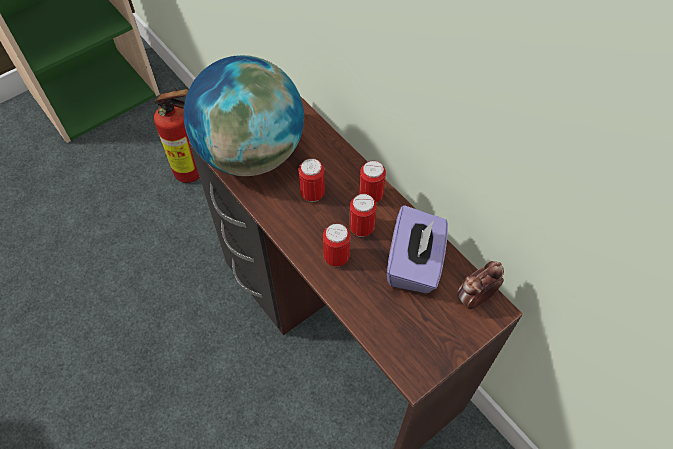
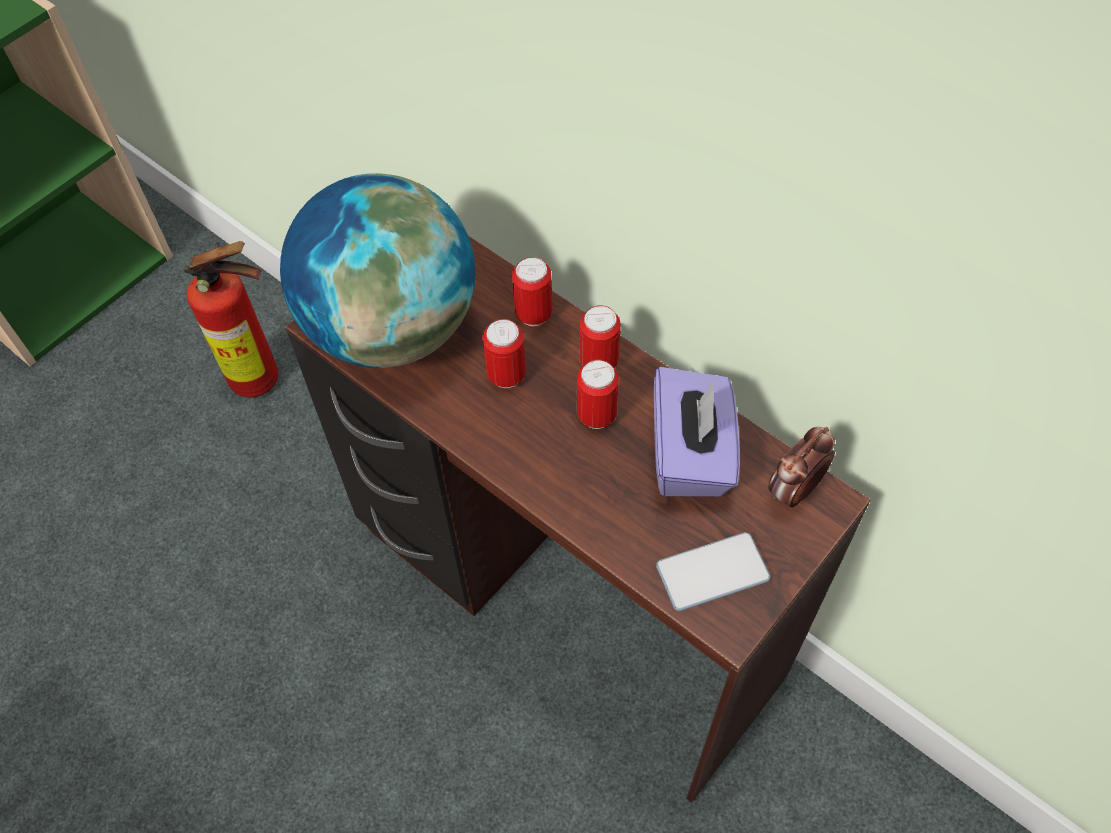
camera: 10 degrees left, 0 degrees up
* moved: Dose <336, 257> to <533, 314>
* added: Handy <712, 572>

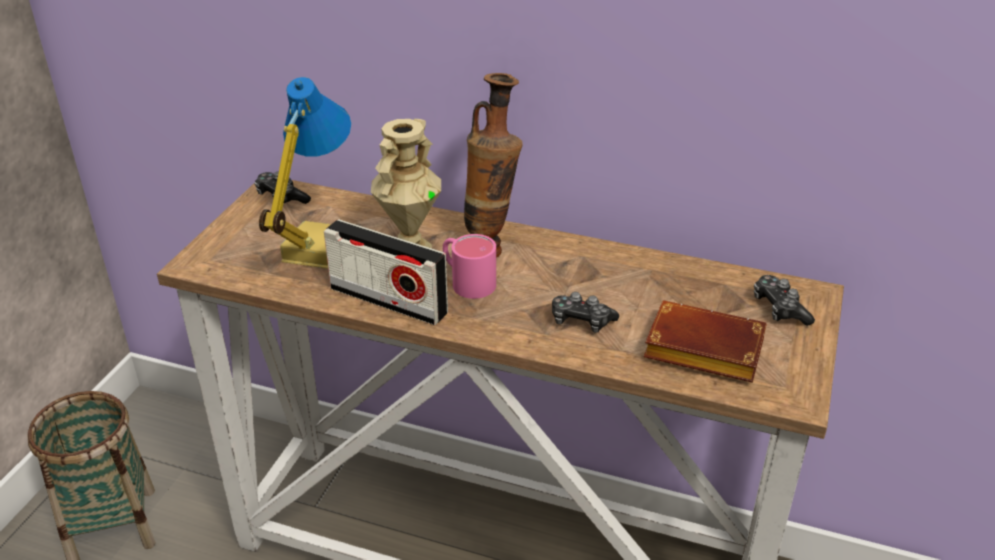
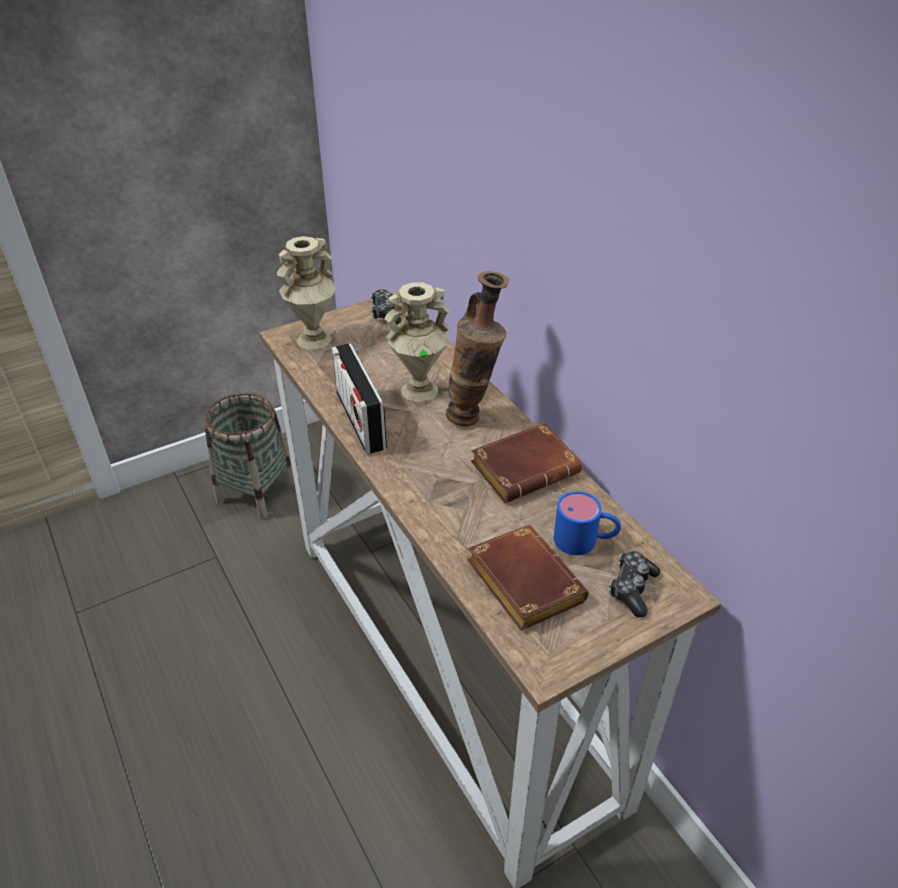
camera: 40 degrees right, 5 degrees up
* removed: Tischlampe <317, 249>
* removed: Henkelbecher/rosa <466, 281>
* removed: Gamepad <581, 321>
* added: Vase/beige <314, 340>
* added: Buch/braun <525, 467>
* added: Henkelbecher/blau <585, 540>

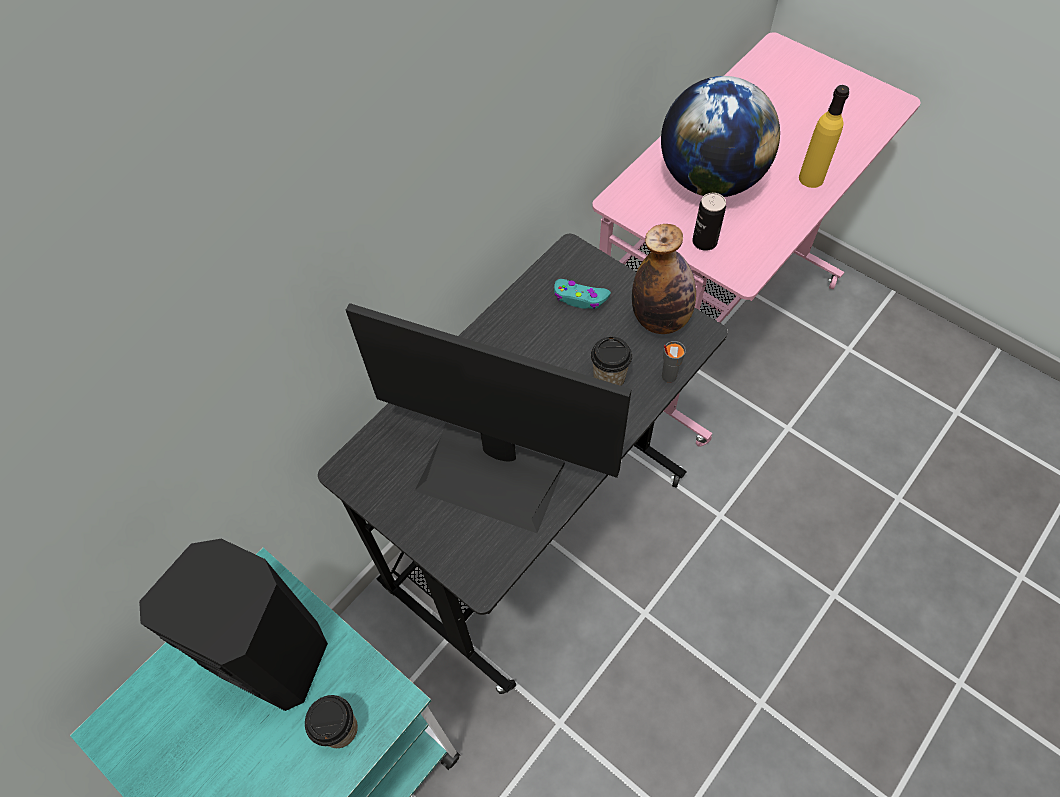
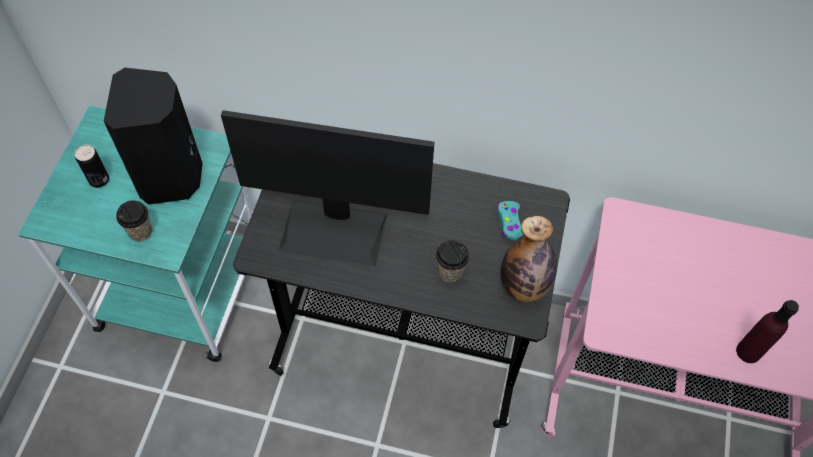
camera: 60 degrees right, 0 degrees up
* removed: Globus <710, 180>
* recoloured: Flasche/gelb <811, 178> to Flasche/lila <748, 351>
* moved: Dose <704, 242> to <99, 179>
* turned: Monitor <492, 474> = <334, 230> 75 degrees counterclockwise
* removed: Tasse/grau <668, 376>

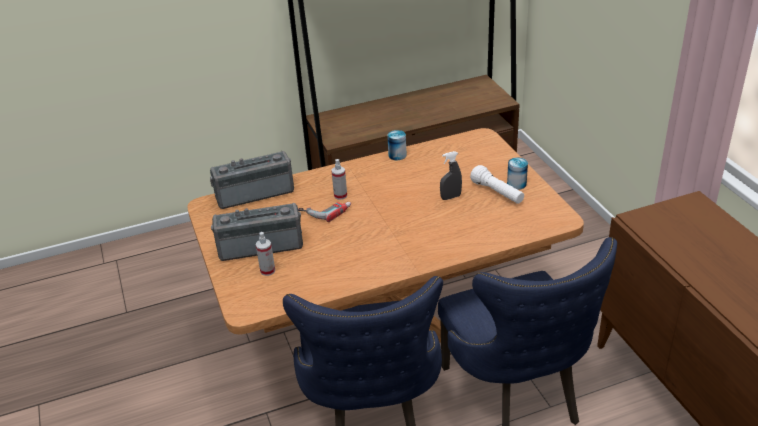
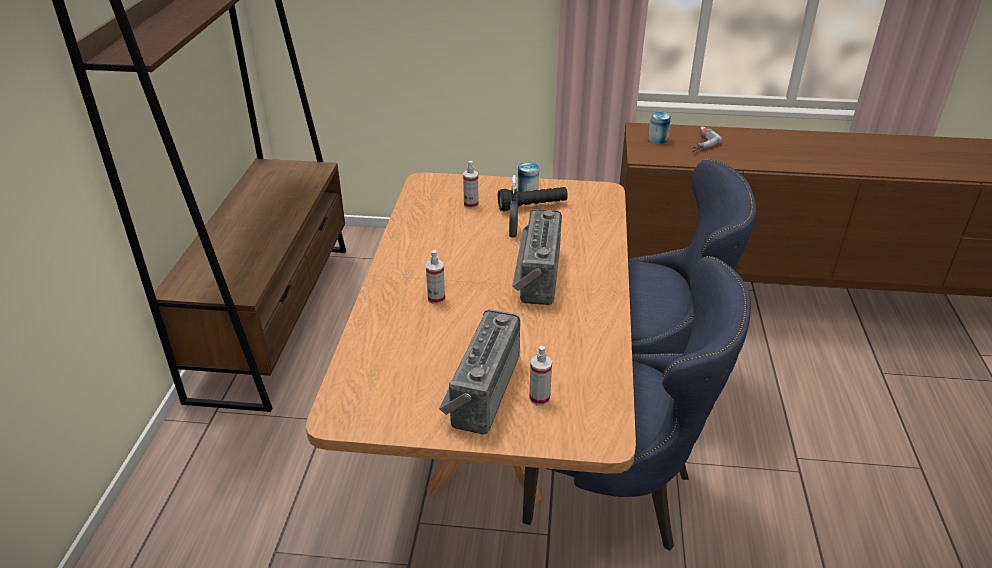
camera: 65 degrees left, 0 degrees up
* moved: Dose <397, 155> to <657, 139>
* moved: Radio <254, 193> to <534, 275>
* recoloured: Taschenlampe/weiß <497, 193> to Taschenlampe/schwarz <532, 206>
* moved: Bohrmaschine <323, 210> to <697, 142>
* added: Sprühflasche <471, 204>

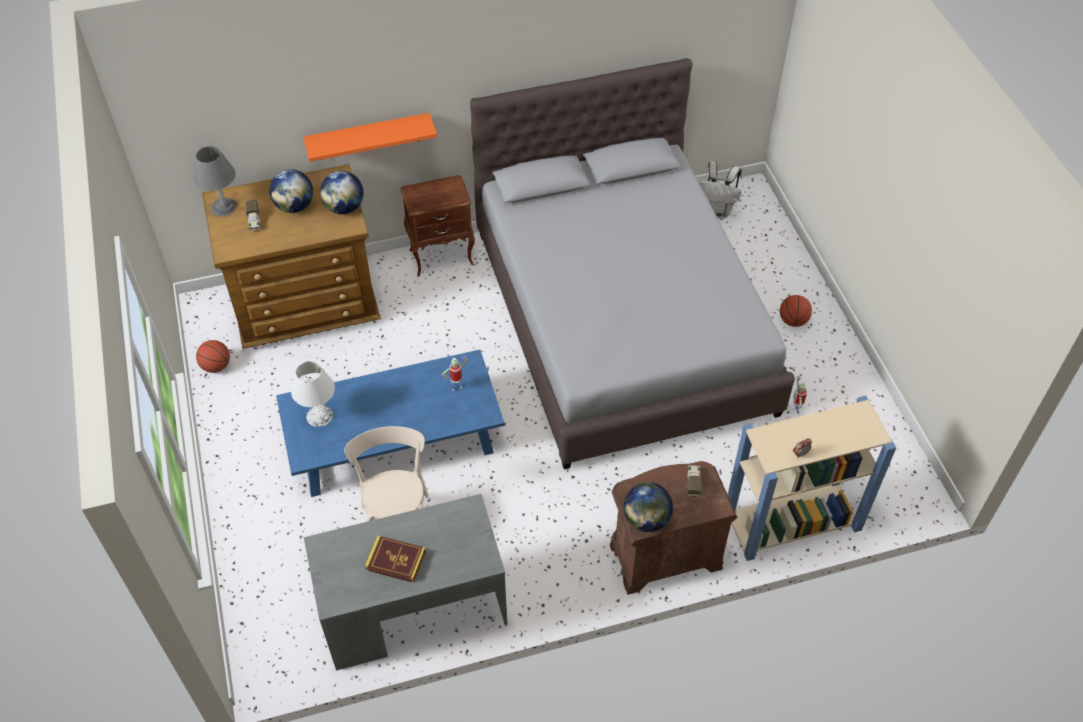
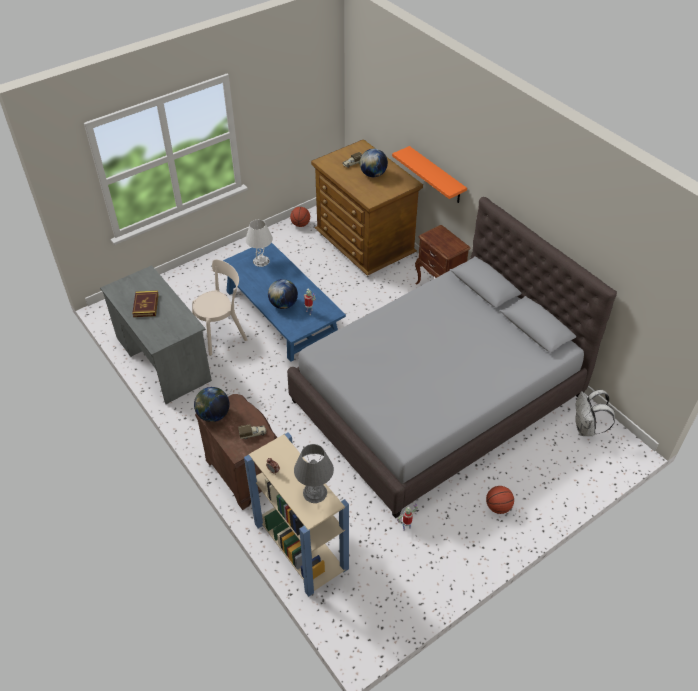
camera: 70 degrees right, 5 degrees down
* moved: Tischlampe/grau <223, 207> to <315, 492>
* moved: Globus <344, 208> to <283, 304>

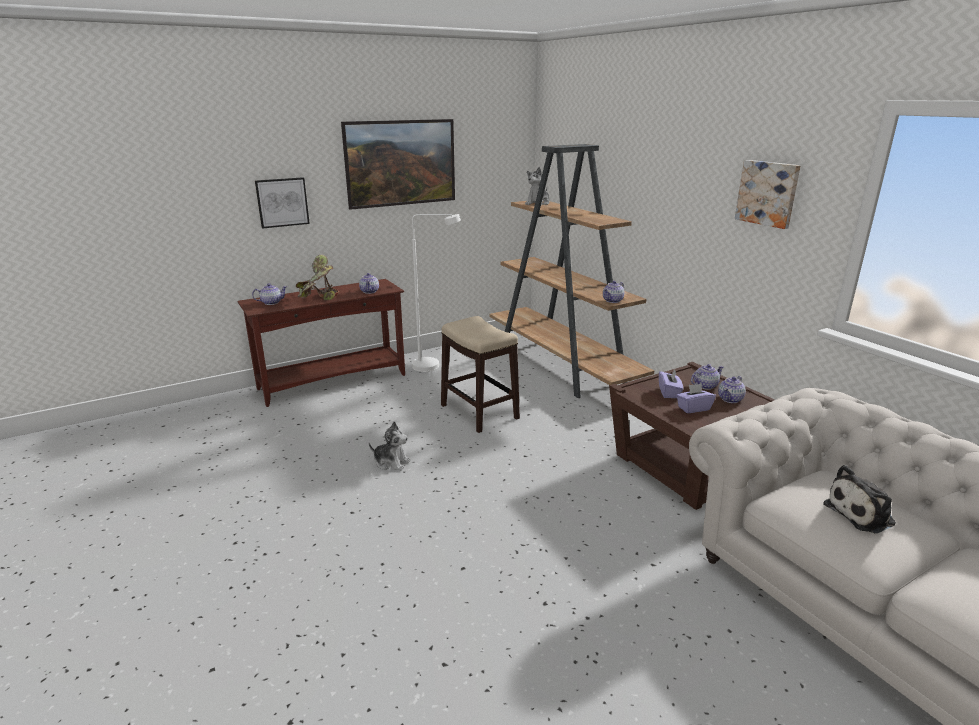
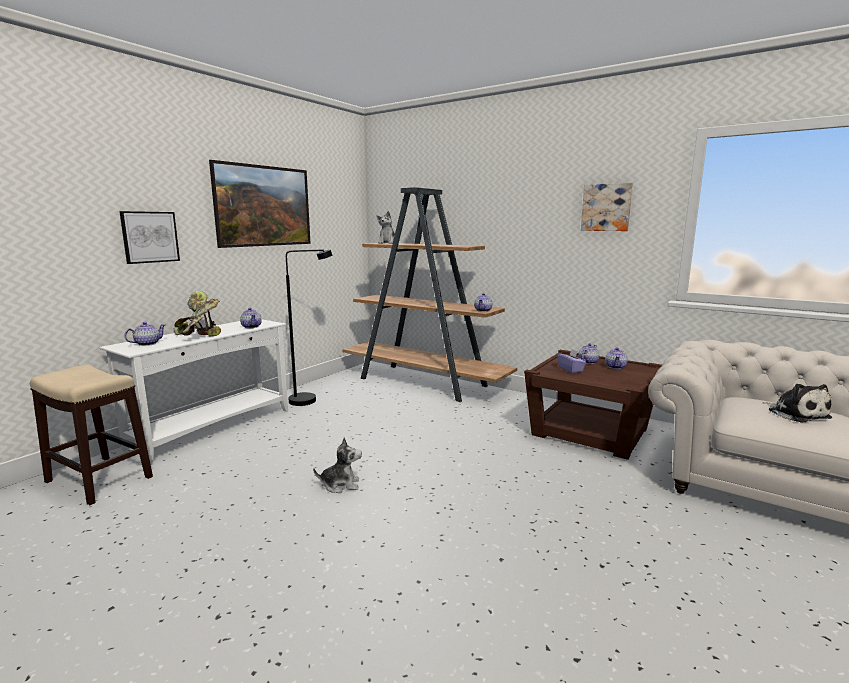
camera: 25 degrees left, 10 degrees down
* recoloured: Stehlampe/weiß <433, 366> to Stehlampe/schwarz <310, 399>
* recoloured: Konsolentisch/braun <333, 381> to Konsolentisch/weiß <213, 428>
* moved: Hocker <479, 412> to <99, 479>
* removed: Taschentuchbox/lila <693, 408>
* turned: Plüschtier <862, 514> = <796, 414> 60 degrees counterclockwise

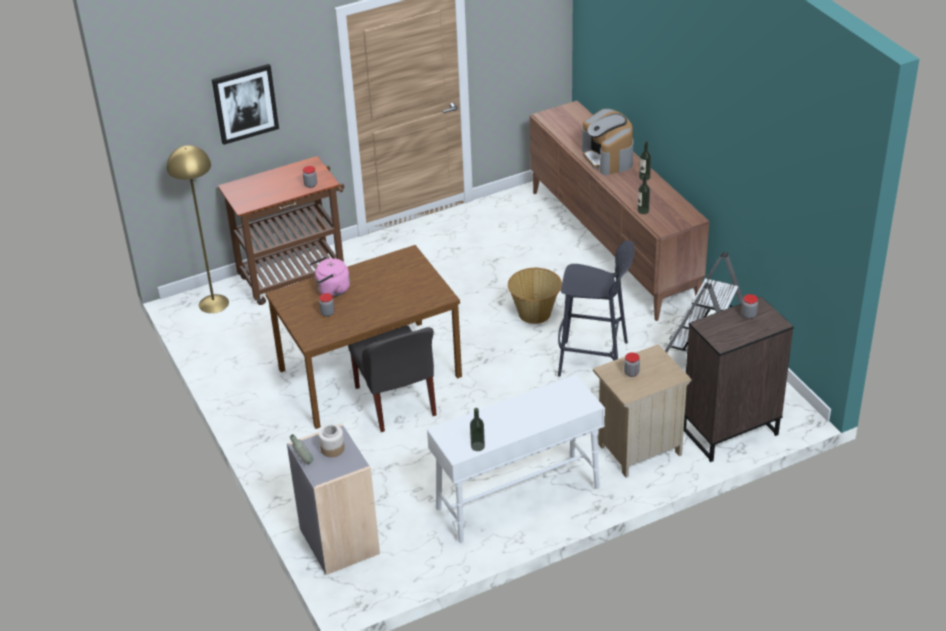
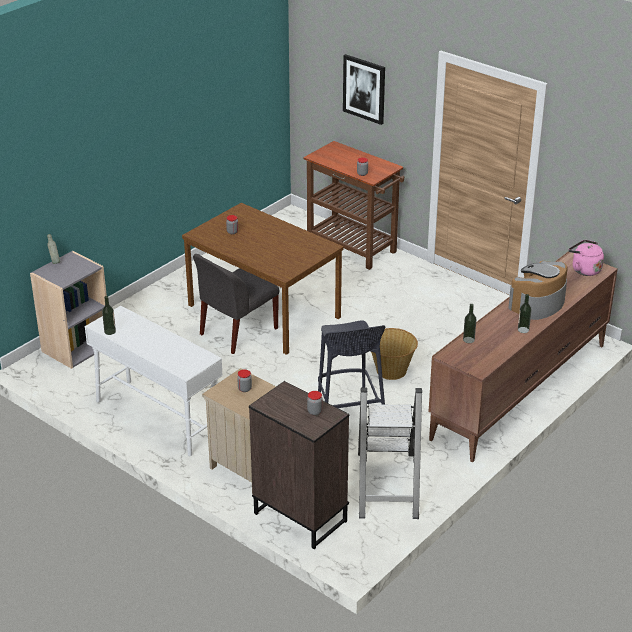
camera: 65 degrees right, 5 degrees down
* removed: Stehlampe/gelb <213, 303>
* moved: Wasserkessel/rosa <331, 290> to <584, 269>
* removed: Vorratsglas <332, 449>

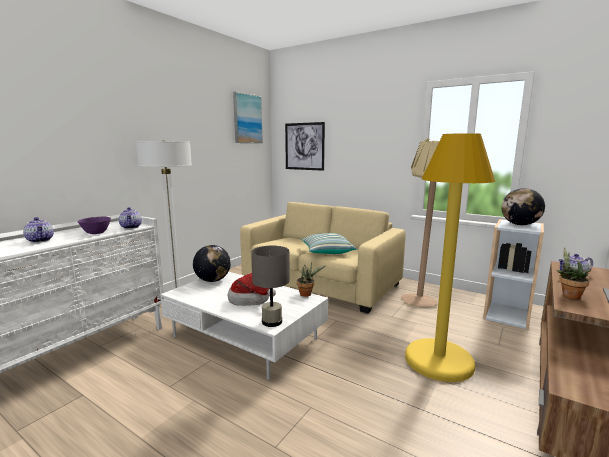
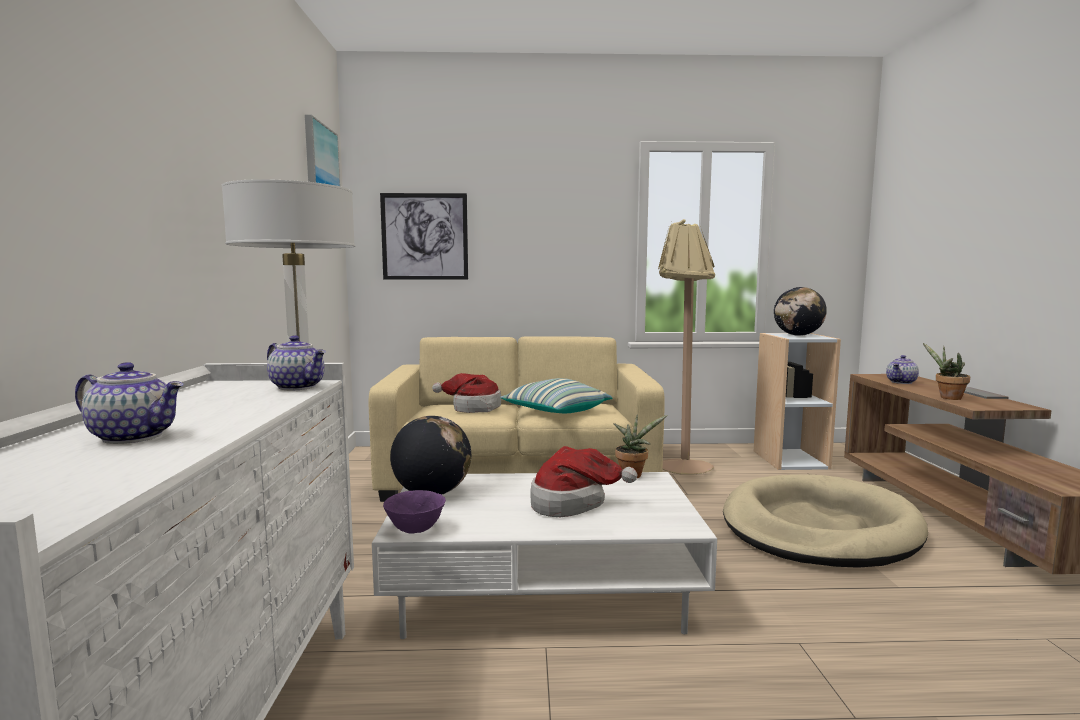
camera: 35 degrees left, 5 degrees down
* replaced: Stehlampe/gelb <438, 360> to Hundebett/beige <818, 528>
* moved: Schüssel/lila <96, 233> to <415, 530>
* removed: Tischlampe/grau <272, 322>
* added: Hut <473, 408>

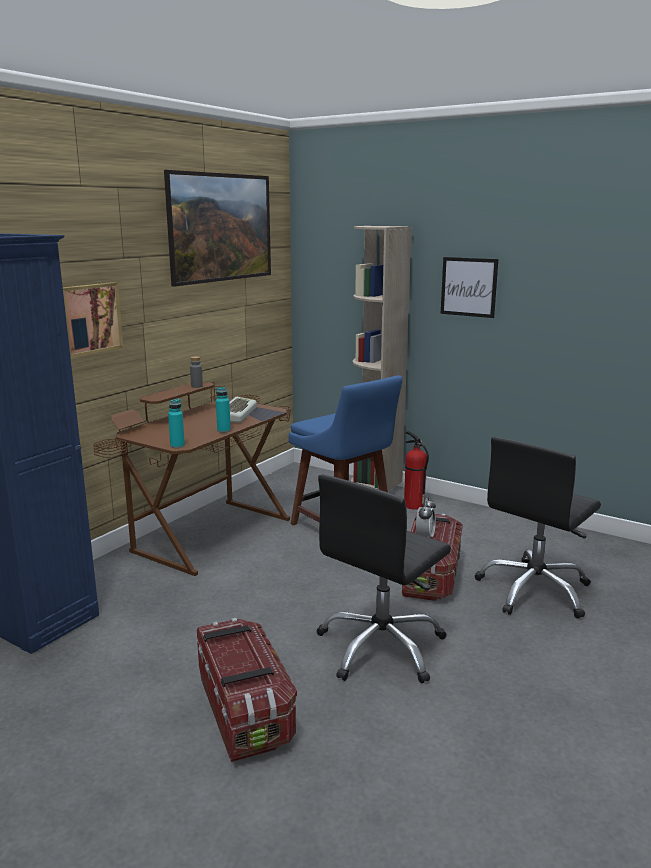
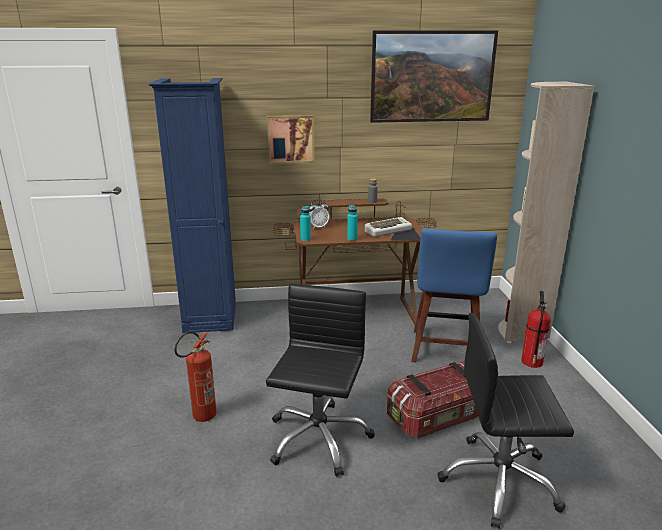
camera: 50 degrees right, 5 degrees up
* removed: Bild <468, 287>
* turned: Bürostuhl/schwarz <381, 647> = <318, 438> 105 degrees clockwise
* moved: Wecker <425, 537> to <318, 227>
* replaced: Aufbewahrungsbox <244, 710> to Feuerlöscher <200, 418>

